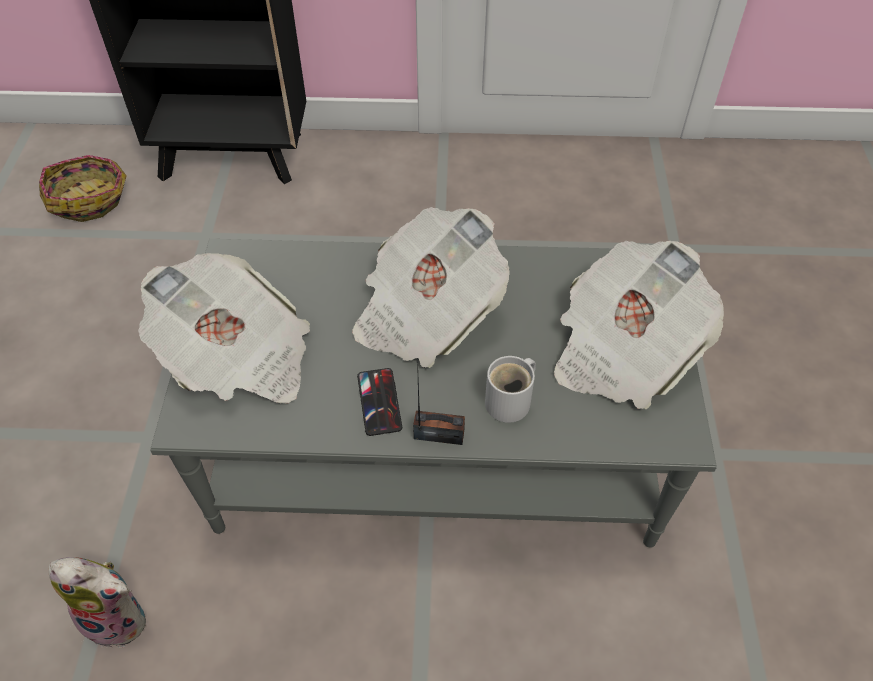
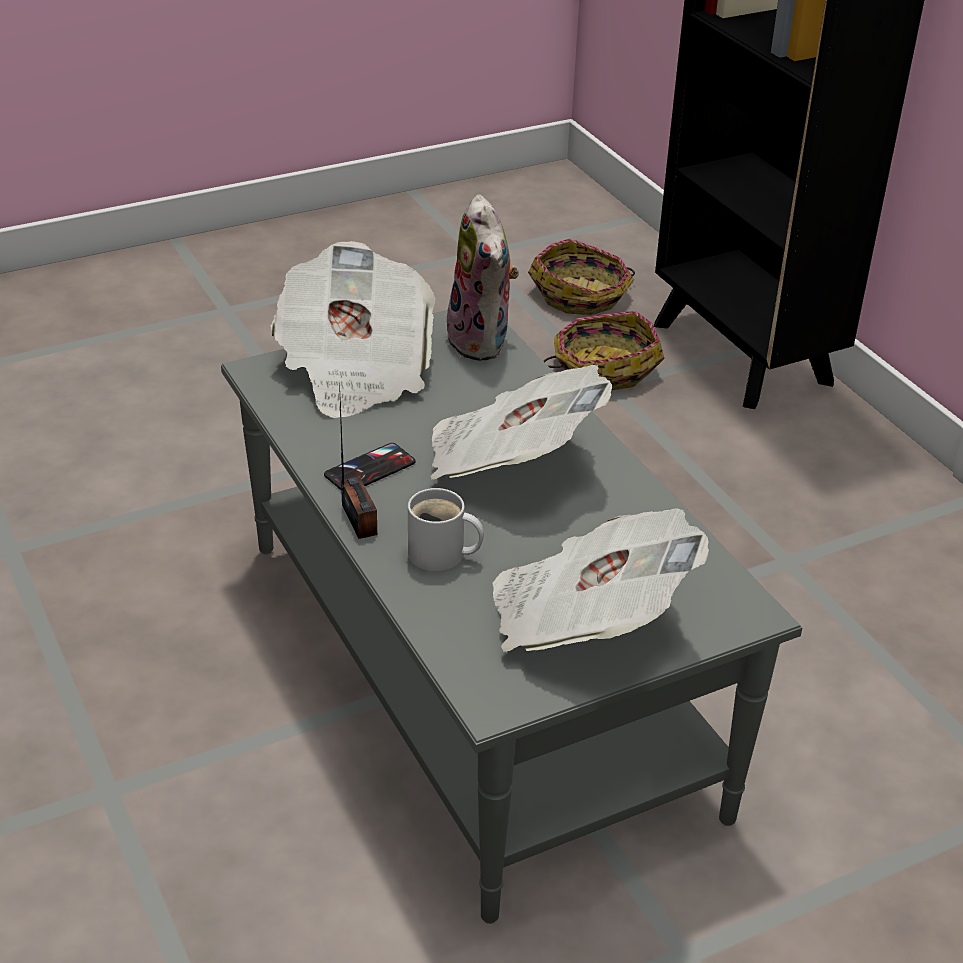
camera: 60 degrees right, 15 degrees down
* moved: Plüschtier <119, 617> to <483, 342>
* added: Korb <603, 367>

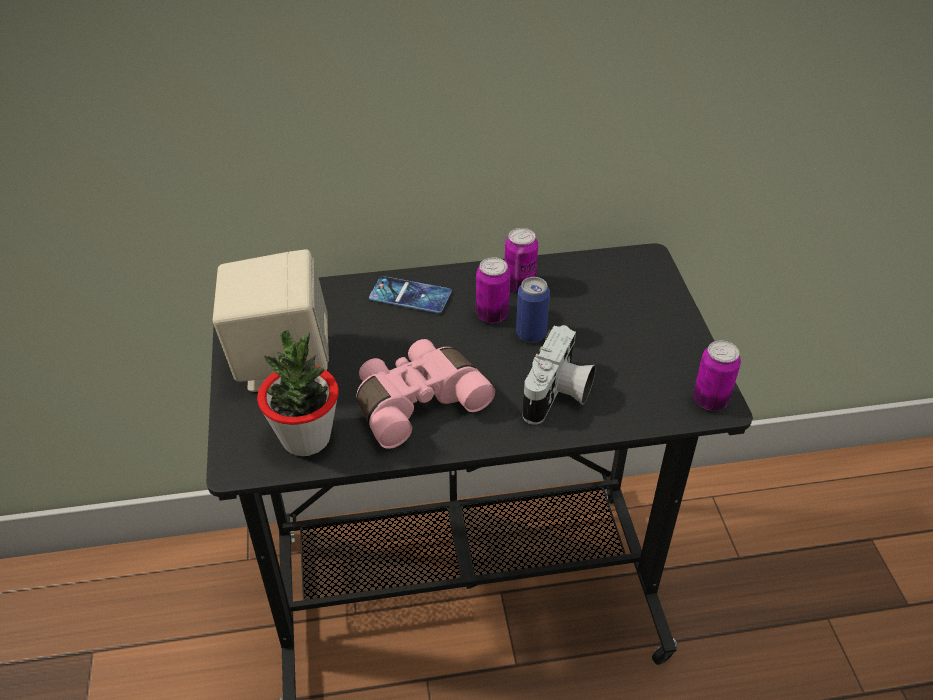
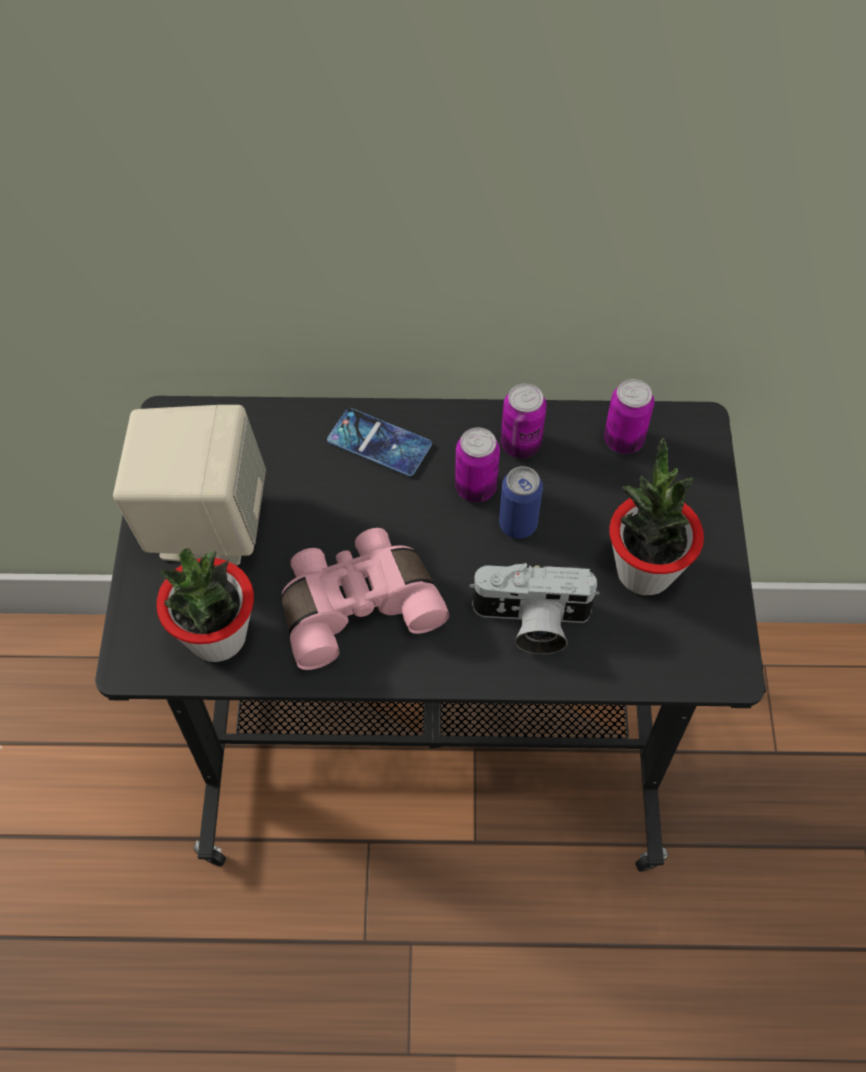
camera: 10 degrees right, 15 degrees up
* turned: Kamera <558, 395> = <531, 623> 60 degrees clockwise
* moved: Dose <710, 400> to <623, 440>
* added: Topfpflanze <644, 571>

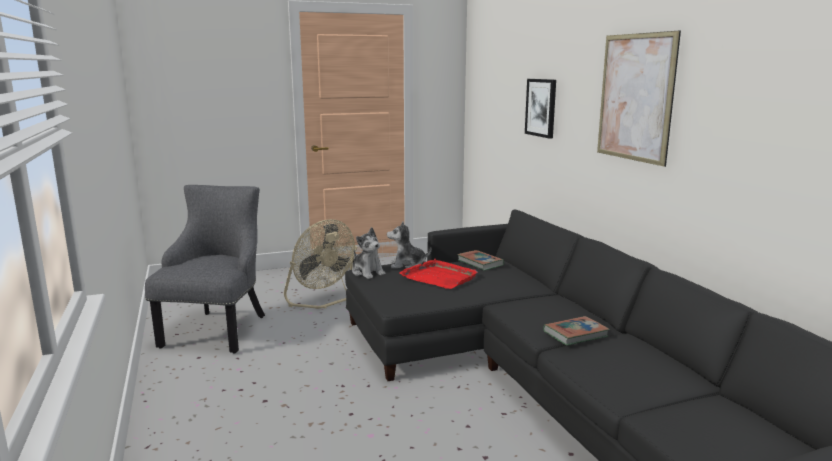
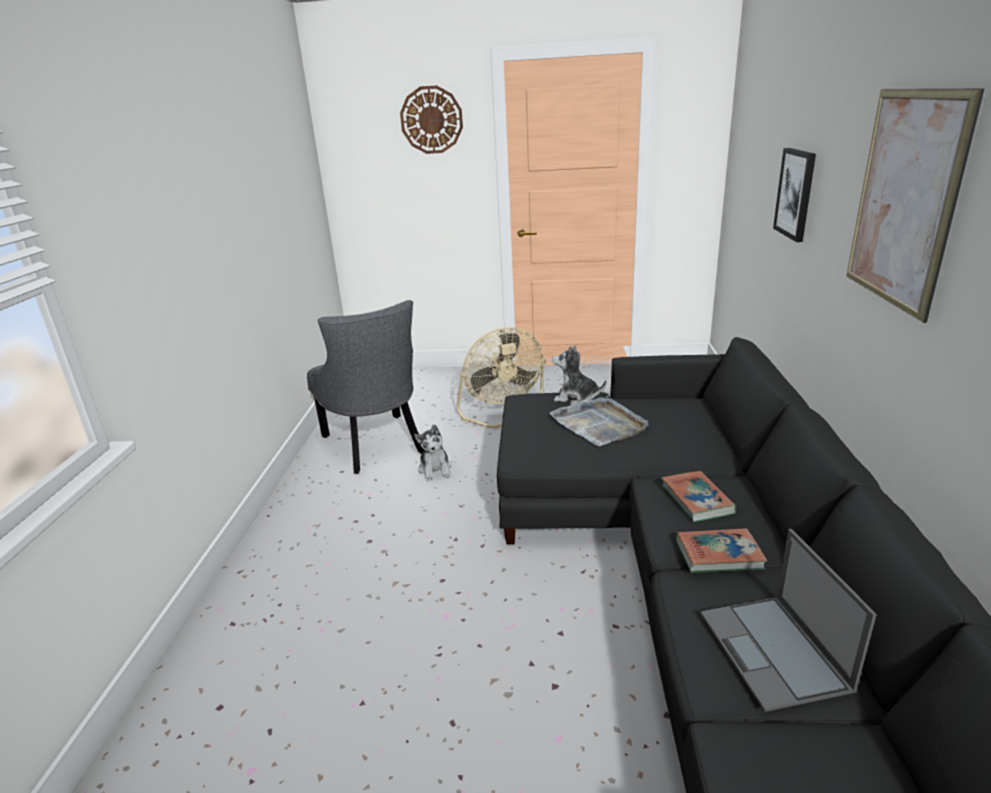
camera: 25 degrees right, 10 degrees up
* turned: Sessel/grau <216, 333> = <374, 443> 120 degrees clockwise
* moved: Plüschtier <367, 272> to <435, 470>
* moved: Buch <480, 263> to <697, 500>
* recoloured: Tablett/rot <439, 277> to Tablett/grau <599, 424>
* added: Wanduhr <431, 120>
* added: Laptop <774, 652>

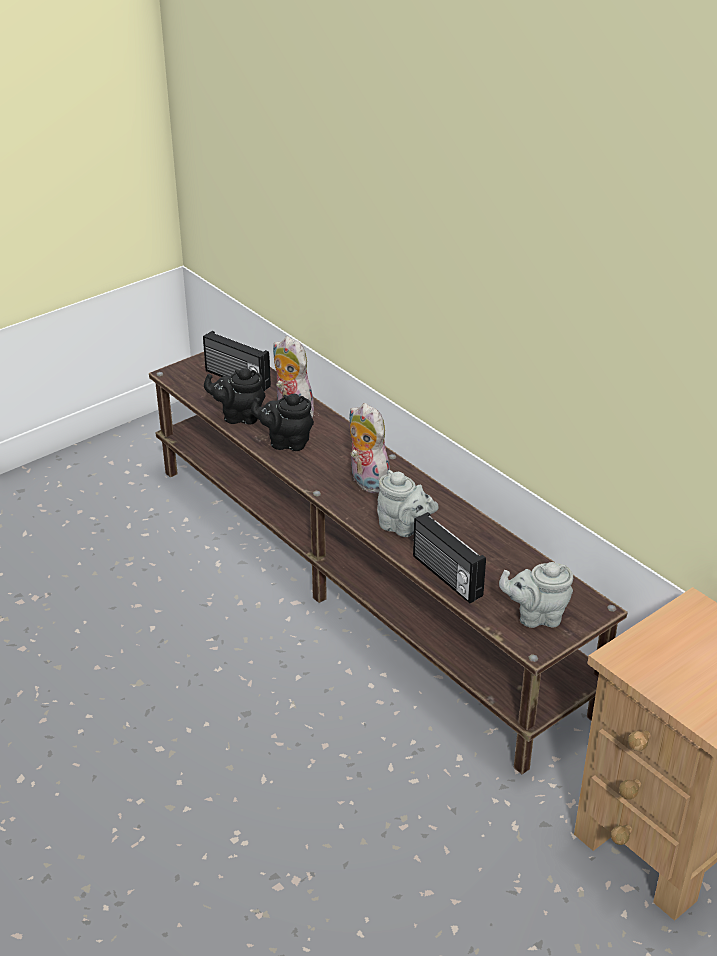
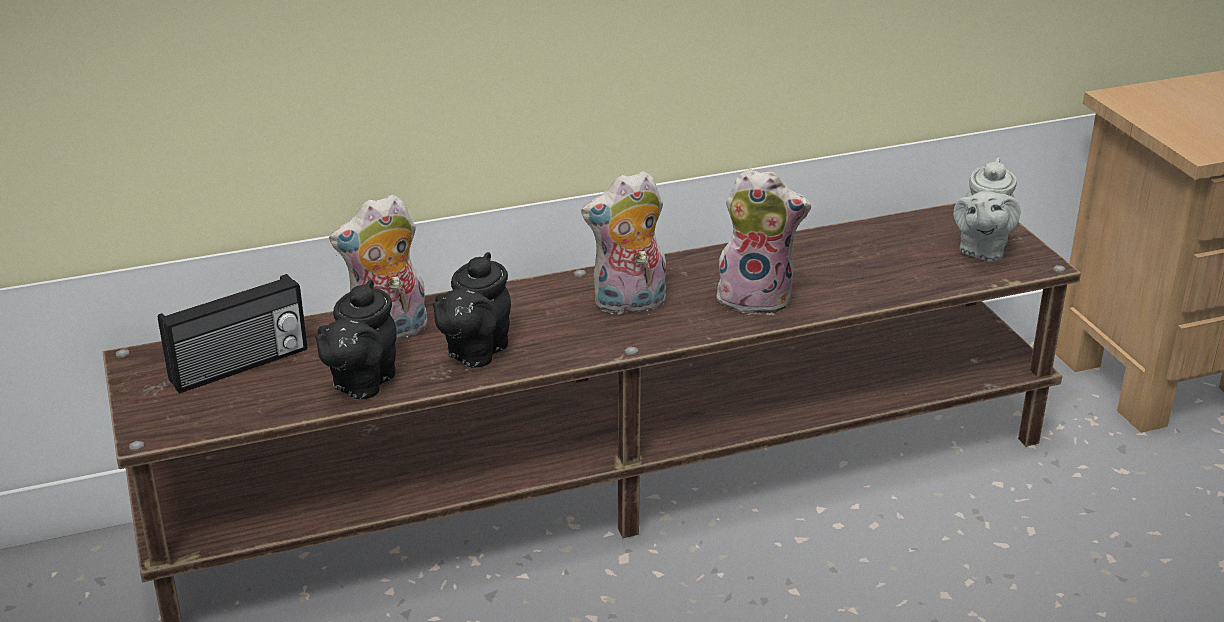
camera: 70 degrees left, 5 degrees down
* replaced: Teekanne/grau <404, 527> to Plüschtier <757, 298>
* removed: Radio <445, 576>

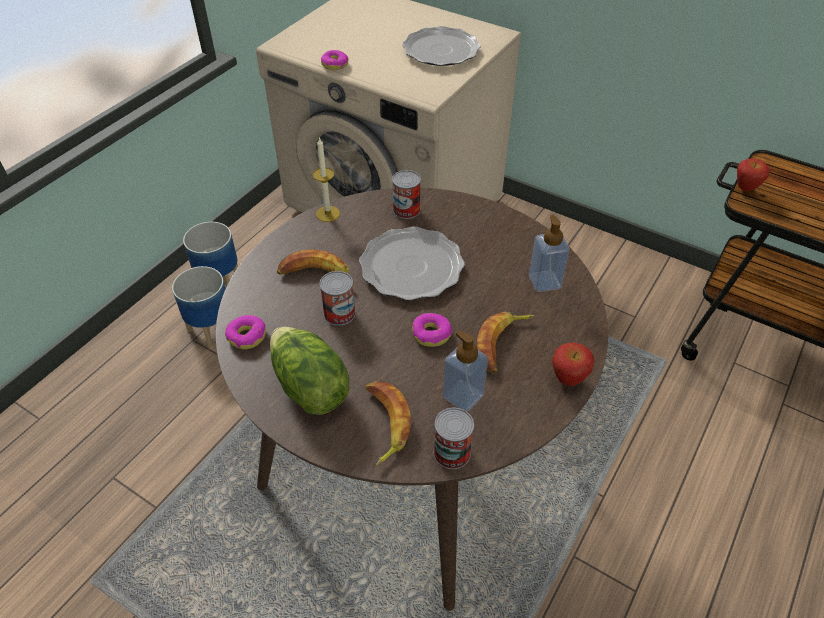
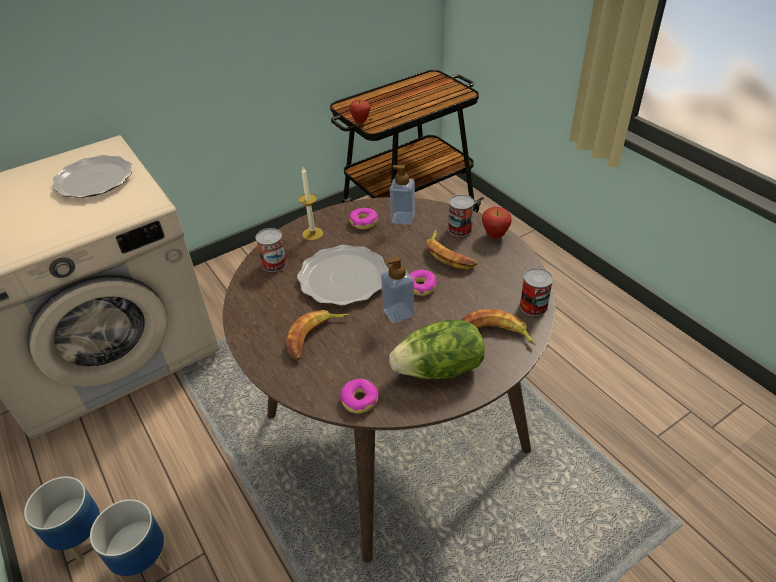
camera: 65 degrees left, 5 degrees down
* moved: Donut <335, 64> to <364, 222>
* moved: Kerze <328, 214> to <312, 234>
* moved: Dose <339, 313> to <460, 229>
* moved: Seifenspender <463, 396> to <398, 313>

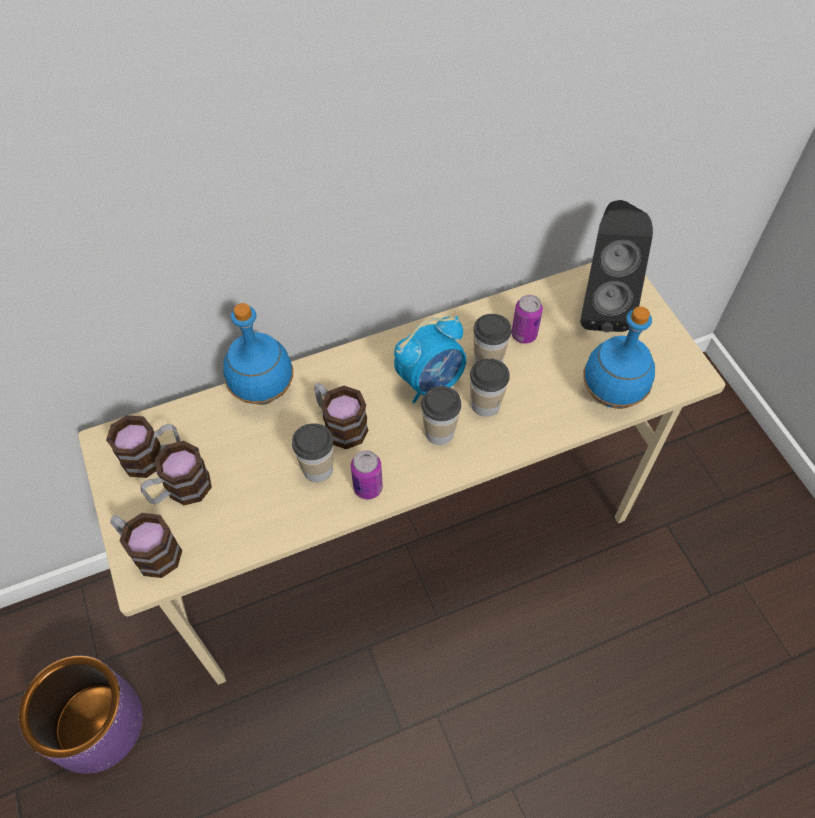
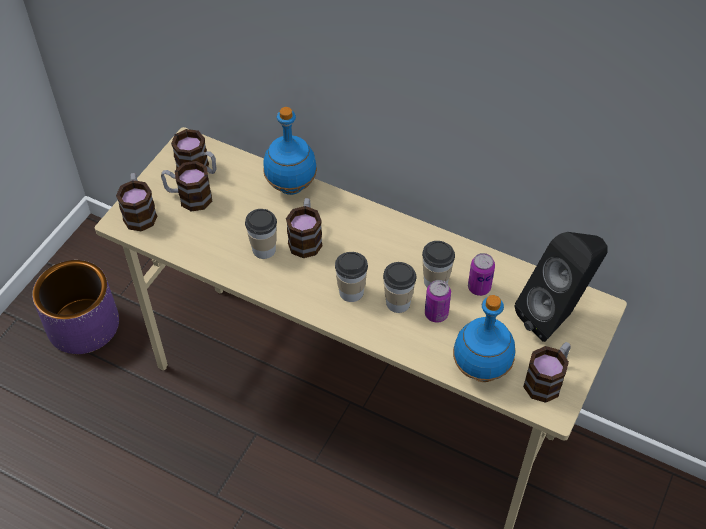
camera: 50 degrees right, 5 degrees down
* removed: Wecker <431, 382>
* moved: Dose <368, 488> to <436, 314>
* added: Henkelbecher <547, 380>

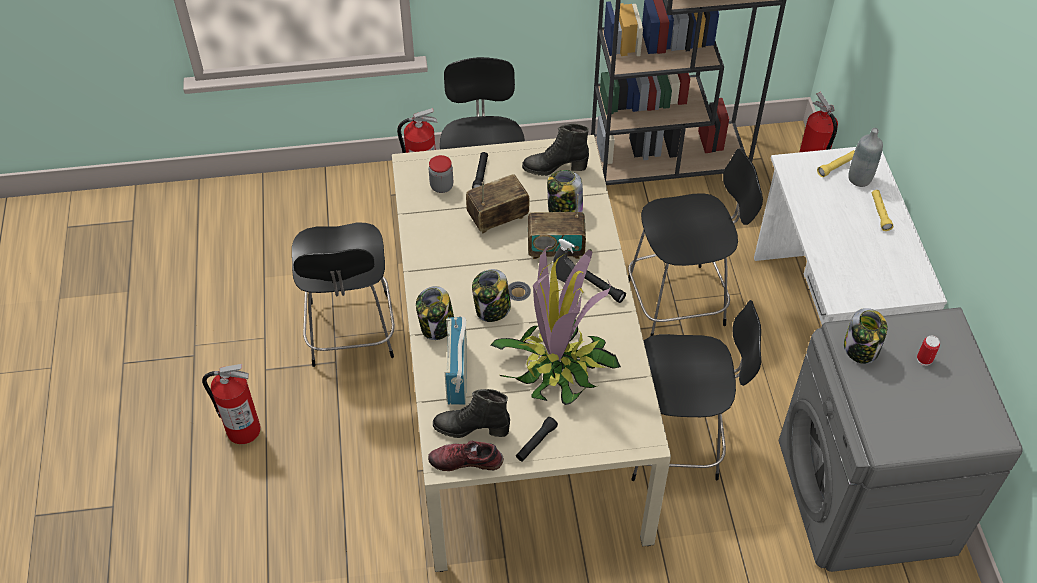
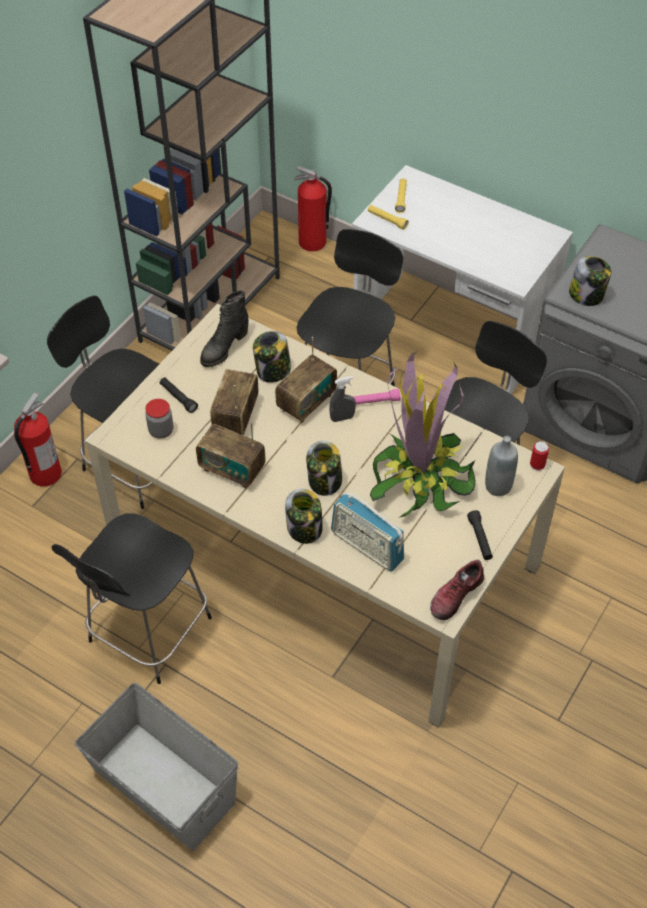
camera: 50 degrees left, 0 degrees up
* moved: Flasche/grau <859, 179> to <498, 486>
* moved: Taschenlampe/gelb <880, 213> to <387, 220>
* turned: Stuhl/schwarz <351, 333> = <147, 633> 90 degrees clockwise
* recoloured: Taschenlampe/schwarz <602, 288> to Taschenlampe/rosa <375, 401>
* moved: Dose <924, 359> to <537, 465>
* replaced: Feuerlöscher <243, 429> to Aufbewahrungsbox/grau <164, 784>
* removed: Stiefel/schwarz <471, 428>
* added: Radio <232, 469>

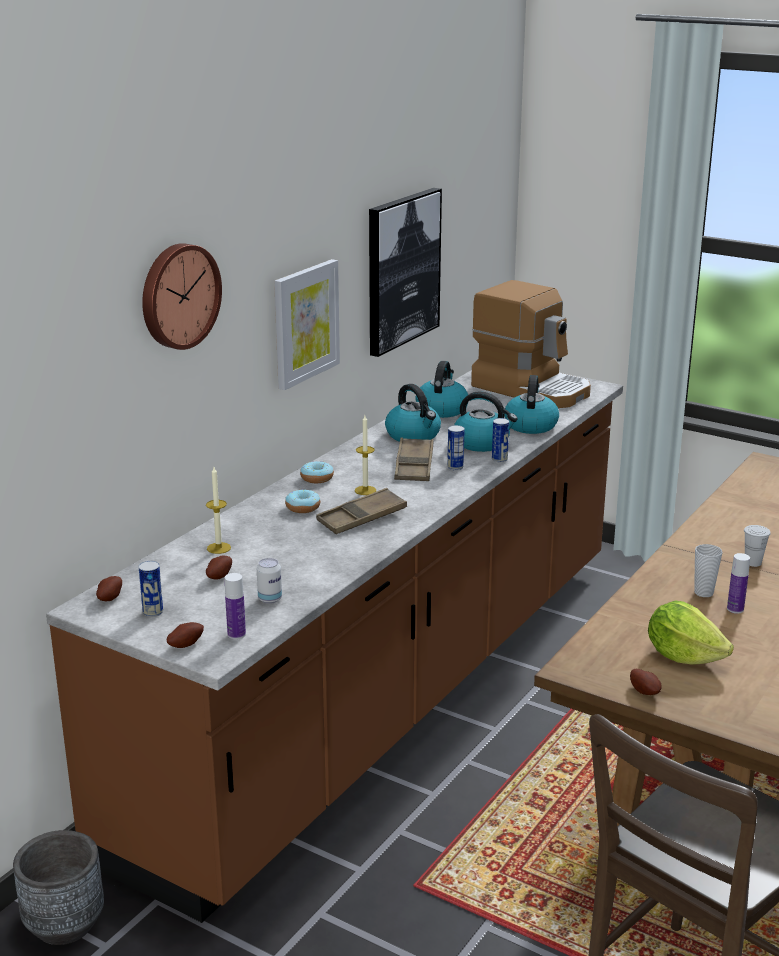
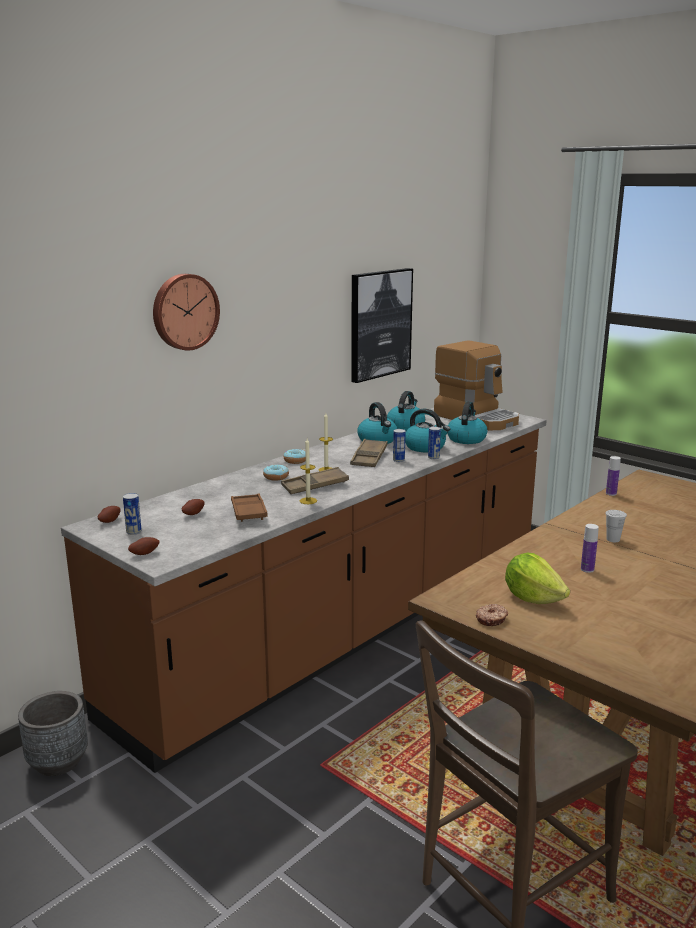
camera: 10 degrees right, 5 degrees down
* removed: Bild <305, 323>
* moved: Kerze <218, 548> to <308, 501>
* removed: Tasse <703, 593>
* removed: Dose <270, 599>
* moved: Flasche <236, 634> to <611, 493>
* replaced: Kartoffel <645, 691> to Donut <492, 620>
* added: Tablett/braun <248, 512>

